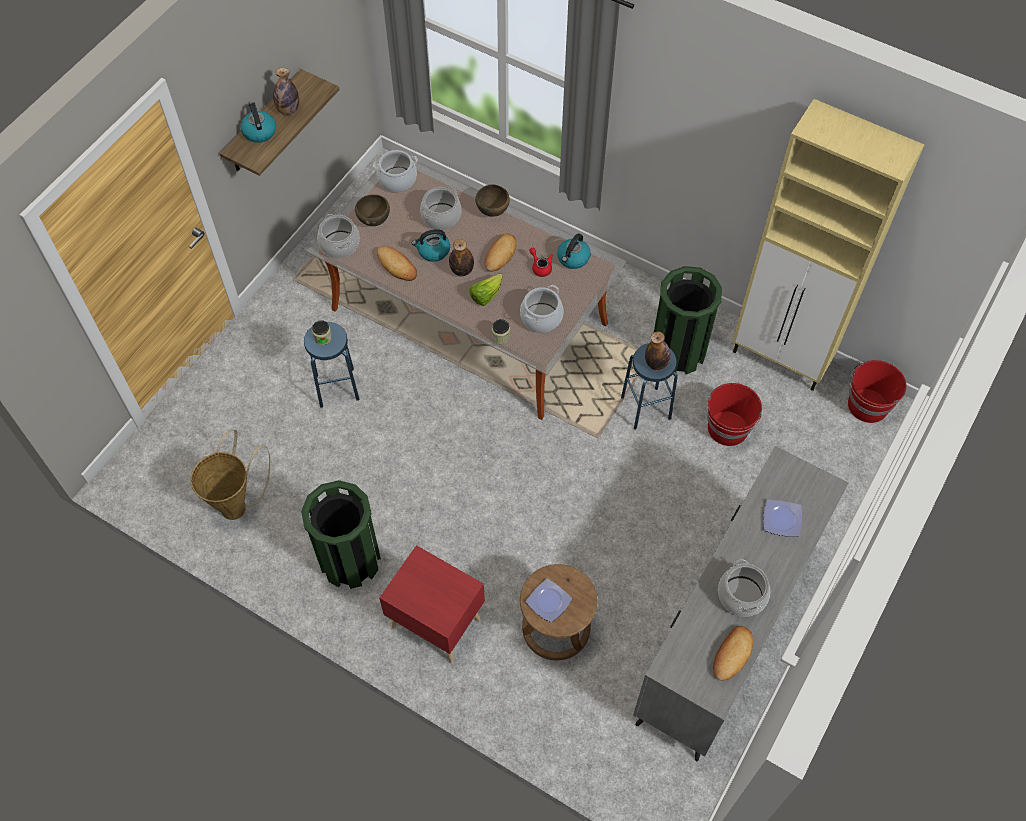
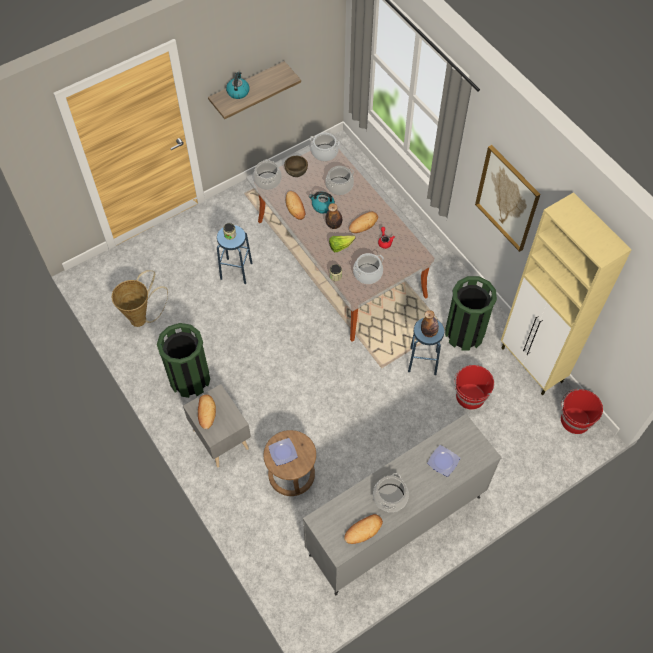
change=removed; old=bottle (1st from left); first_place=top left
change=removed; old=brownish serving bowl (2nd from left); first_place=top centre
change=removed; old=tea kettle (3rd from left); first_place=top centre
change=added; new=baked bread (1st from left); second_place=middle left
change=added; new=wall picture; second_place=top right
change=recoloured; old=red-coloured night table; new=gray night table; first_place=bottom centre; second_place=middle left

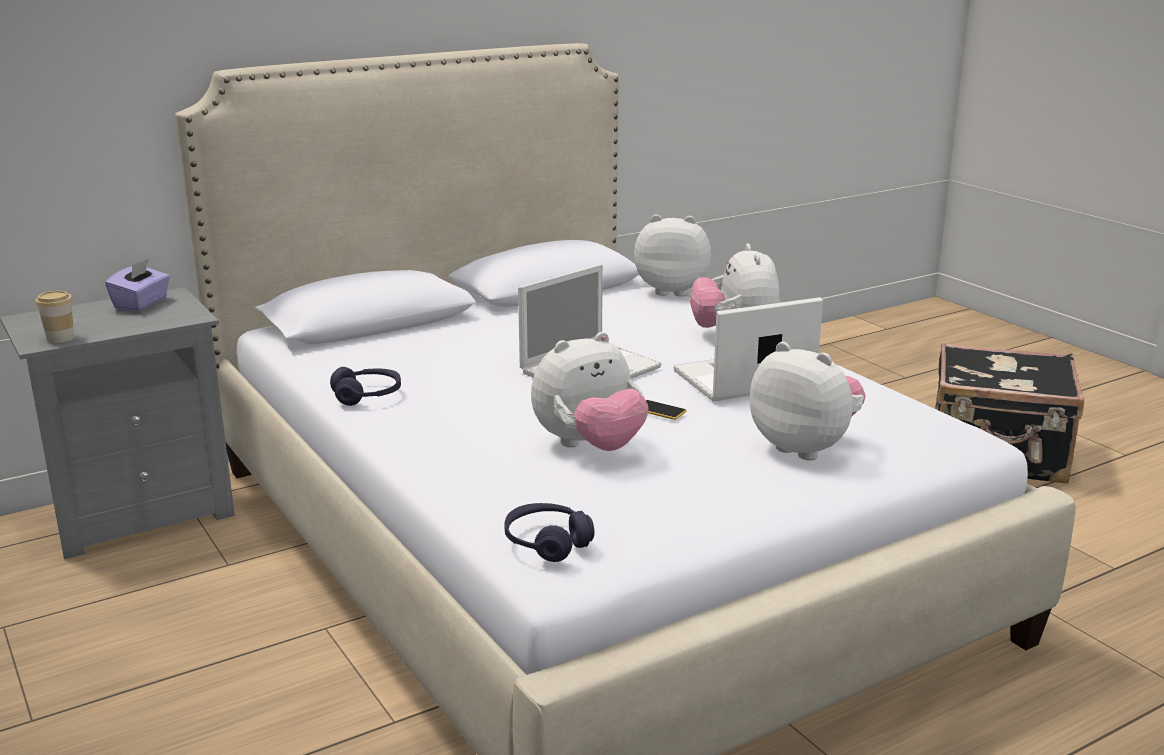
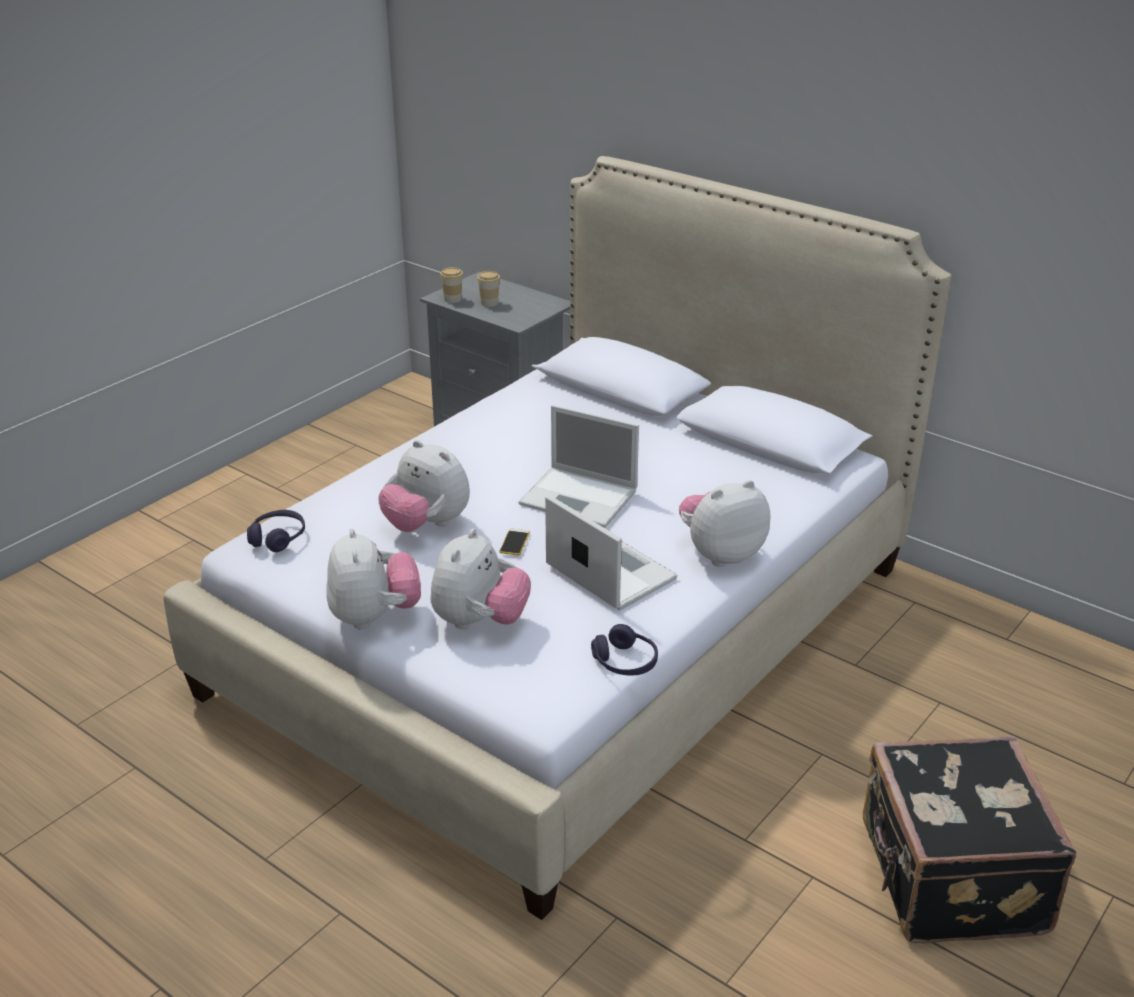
change=removed; old=purplish tissue holder; first_place=middle left
change=added; new=cup (2nd from left); second_place=top centre
change=moved; old=purplish headset (1st from left in the first image); new=purplish headset (2nd from left); first_place=middle left; second_place=centre
change=moved; old=soft toy (2nd from left in the first image); new=soft toy (1st from left); first_place=centre; second_place=middle left

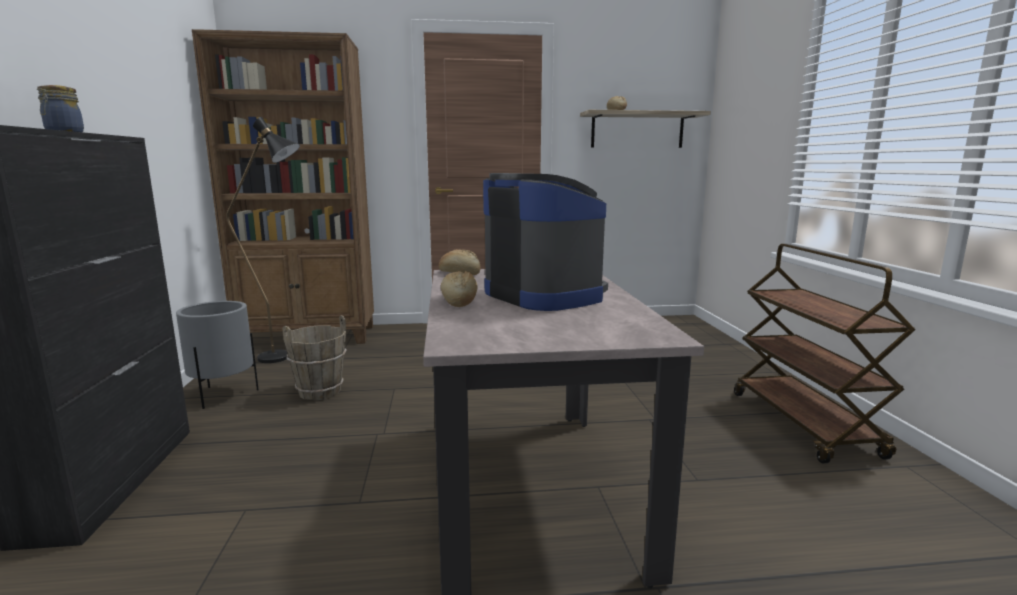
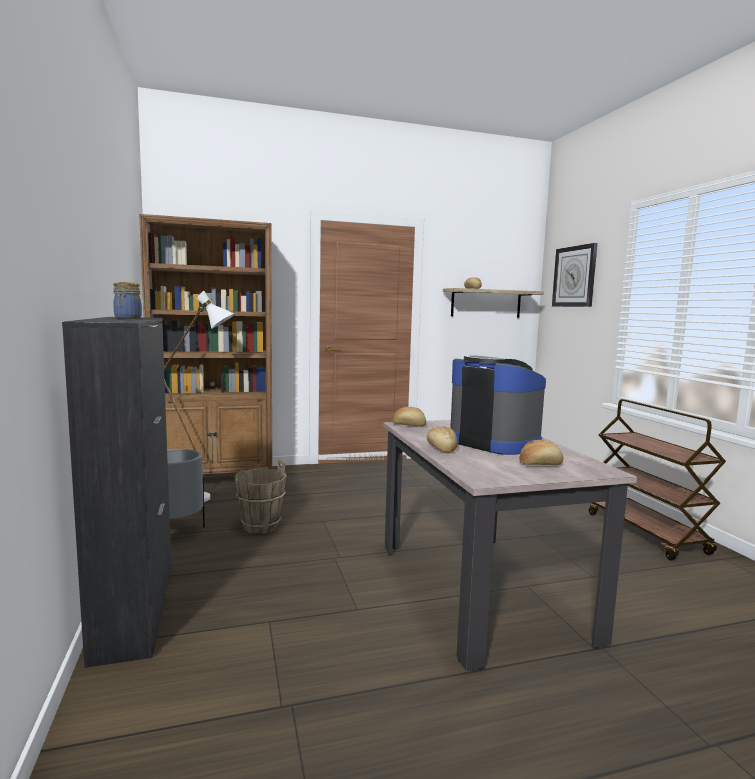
change=added; new=baked bread (4th from left); second_place=middle right
change=added; new=clock on the wall; second_place=middle right
change=recoloured; old=blackish standing lamp; new=whitish standing lamp; first_place=middle left; second_place=middle left

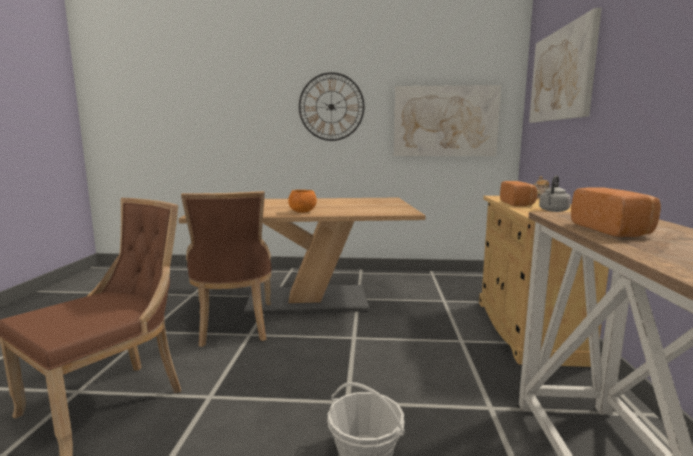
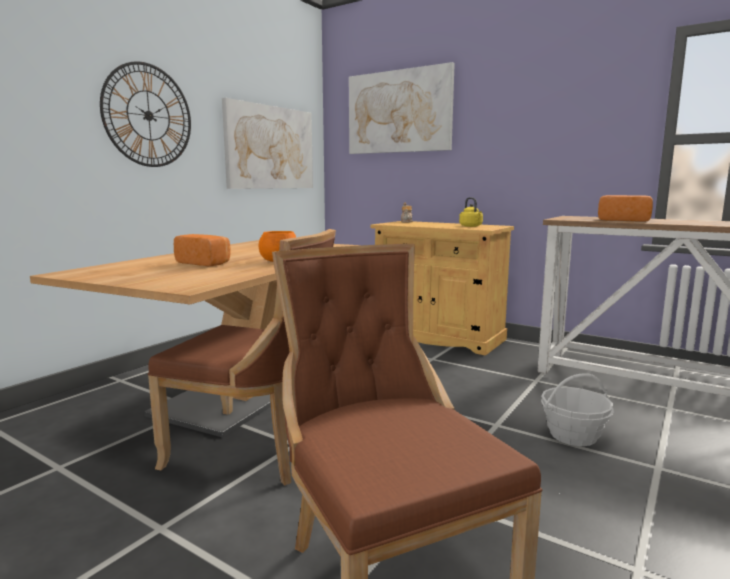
change=moved; old=baked bread (1st from left); first_place=middle right; second_place=middle left
change=recoloured; old=gray tea kettle; new=yellowish tea kettle; first_place=middle right; second_place=centre

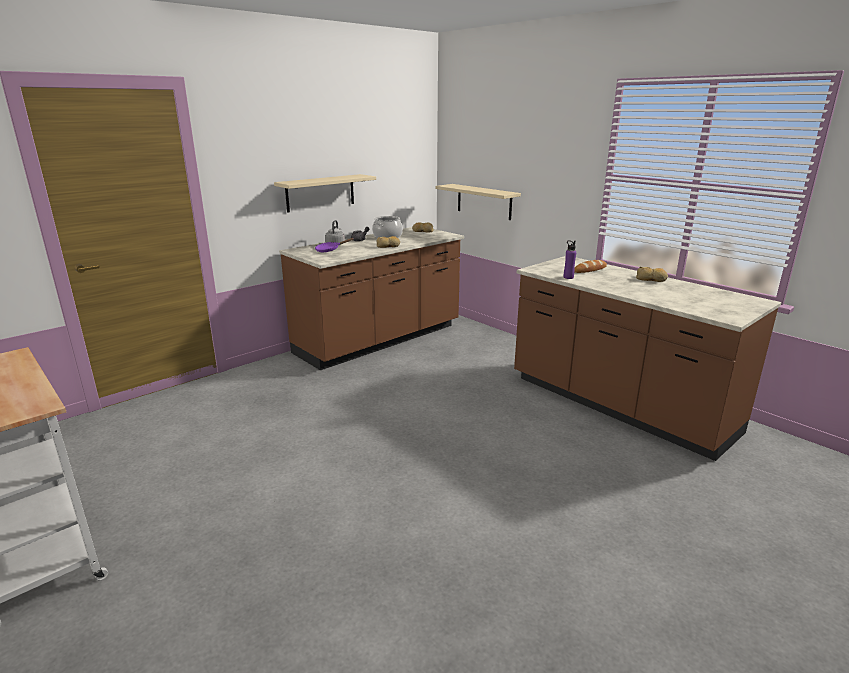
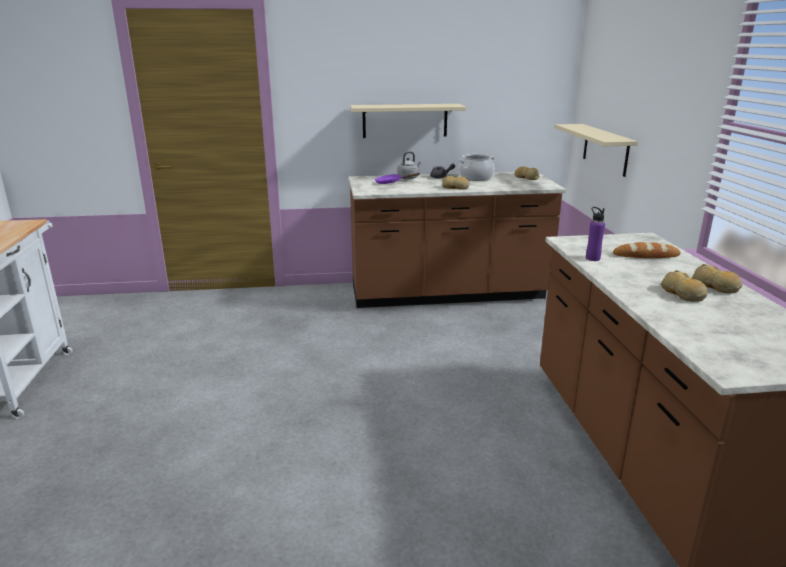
change=added; new=baked bread (4th from left); second_place=middle right

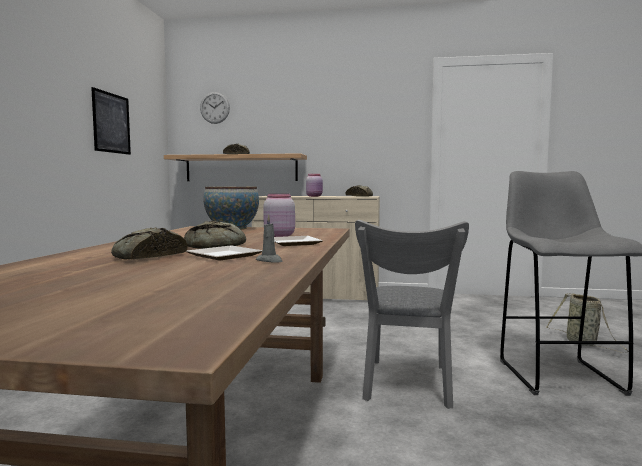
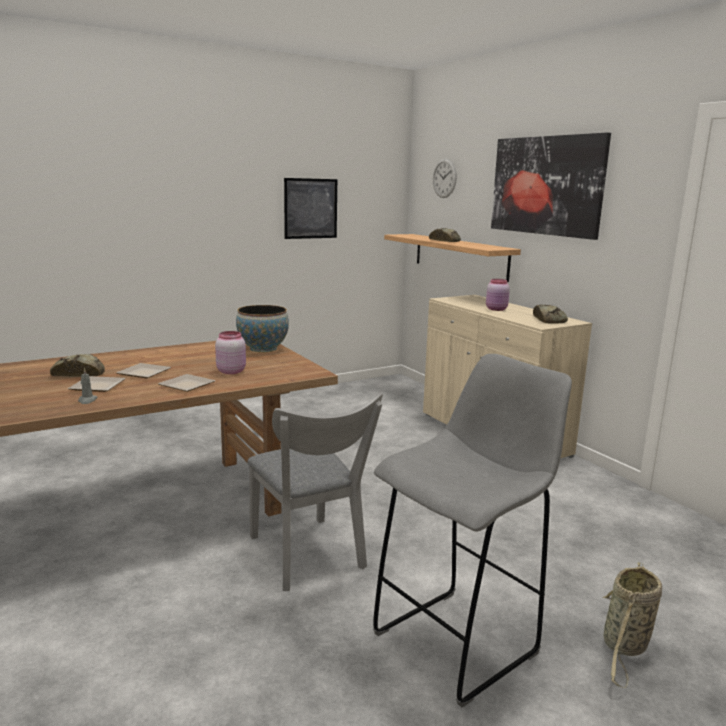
change=added; new=wall picture (2nd from left); second_place=top right
change=replaced; old=baked bread (2nd from left); new=dinner plate (2nd from left); first_place=centre; second_place=middle left
change=turned; old=gray upright chair; first_place=bottom centre; second_place=bottom centre; degrees=-90

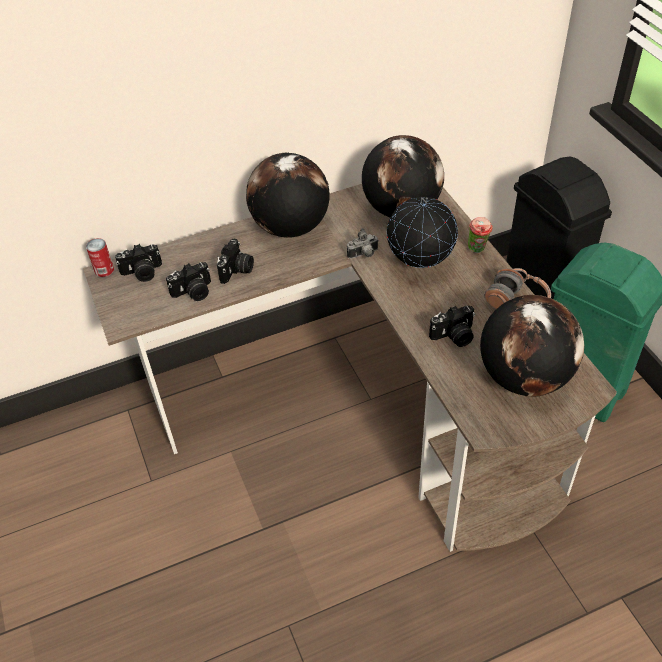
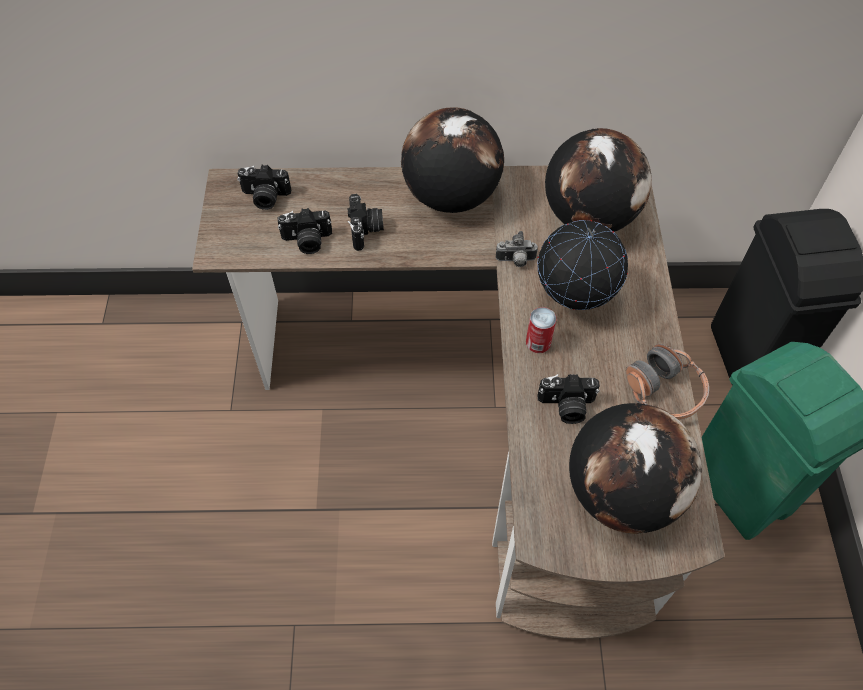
change=removed; old=cup; first_place=middle right
change=moved; old=can; first_place=middle left; second_place=centre
change=turned; old=photo camera (3rd from left); first_place=centre; second_place=top centre; degrees=-45

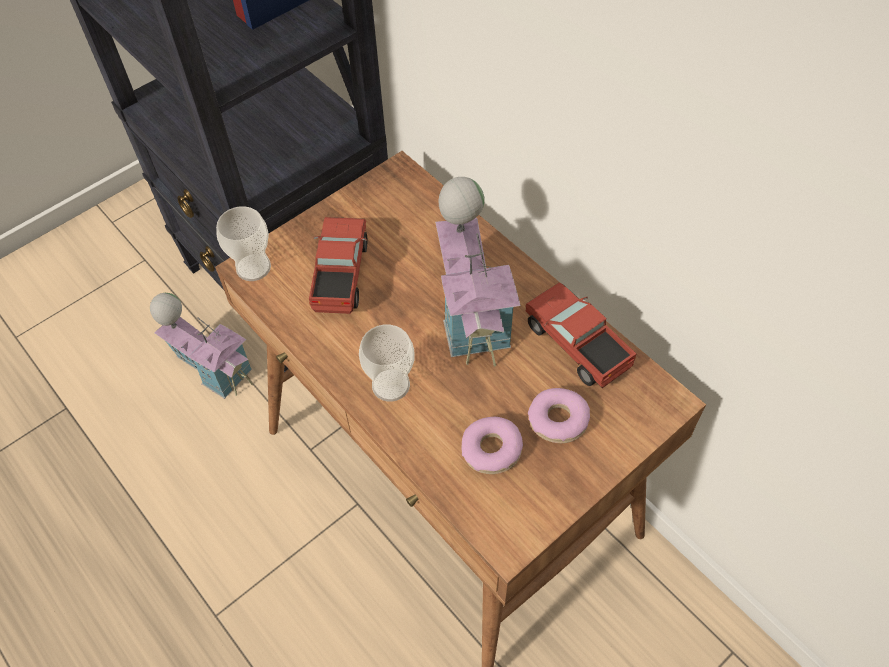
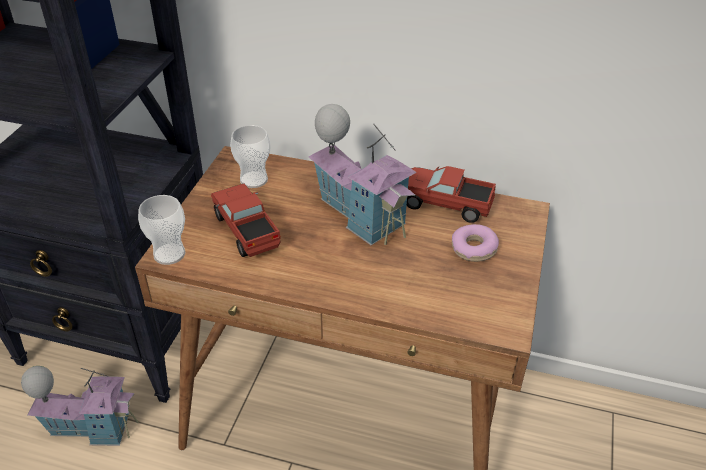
change=removed; old=ring doughnut (1st from left); first_place=bottom centre
change=moved; old=cup (2nd from left); first_place=centre; second_place=top centre

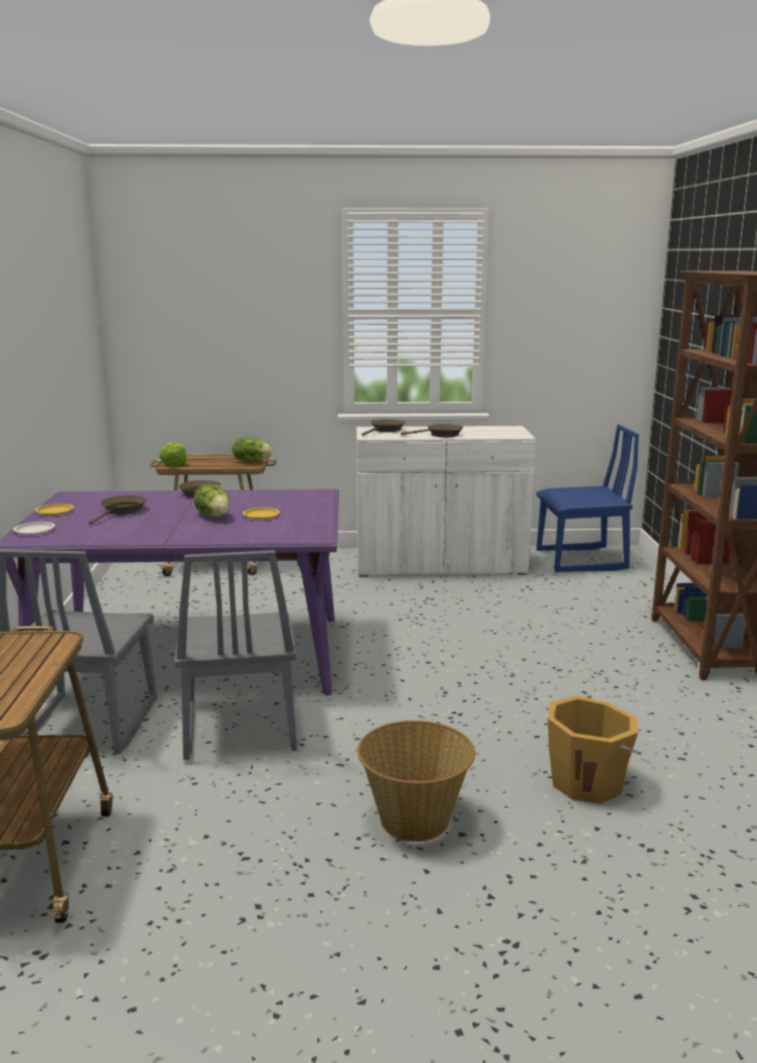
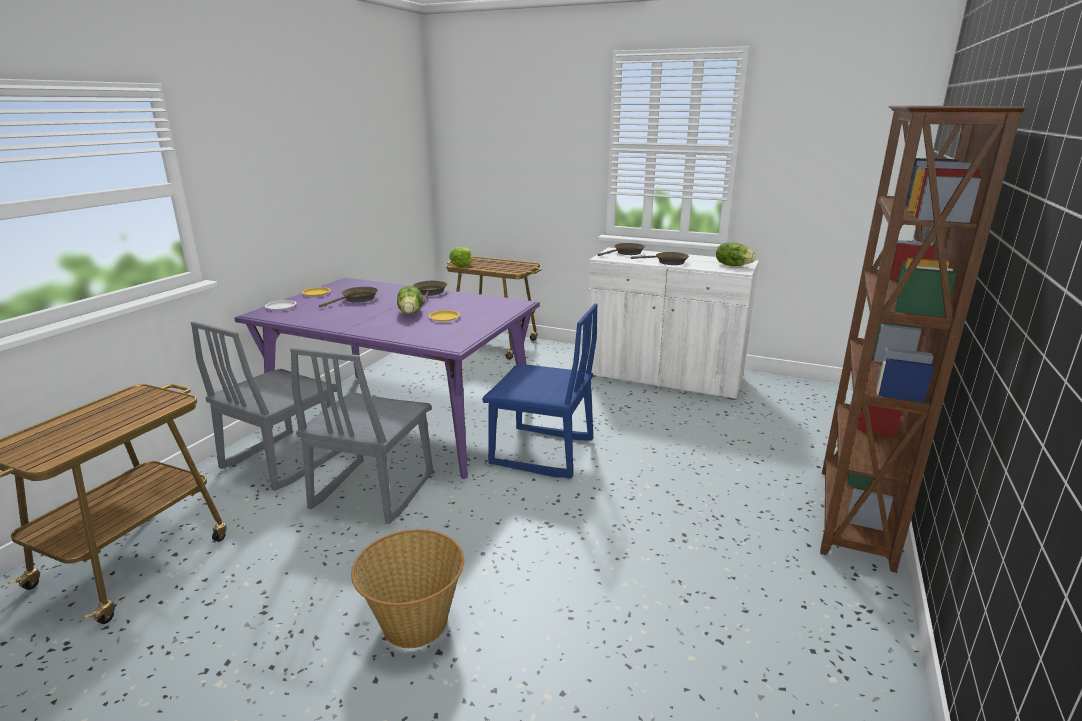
change=removed; old=orange-coloured bucket; first_place=bottom right
change=moved; old=lettuce head (3rd from left); first_place=middle left; second_place=middle right
change=moved; old=bluish upright chair; first_place=middle right; second_place=centre

